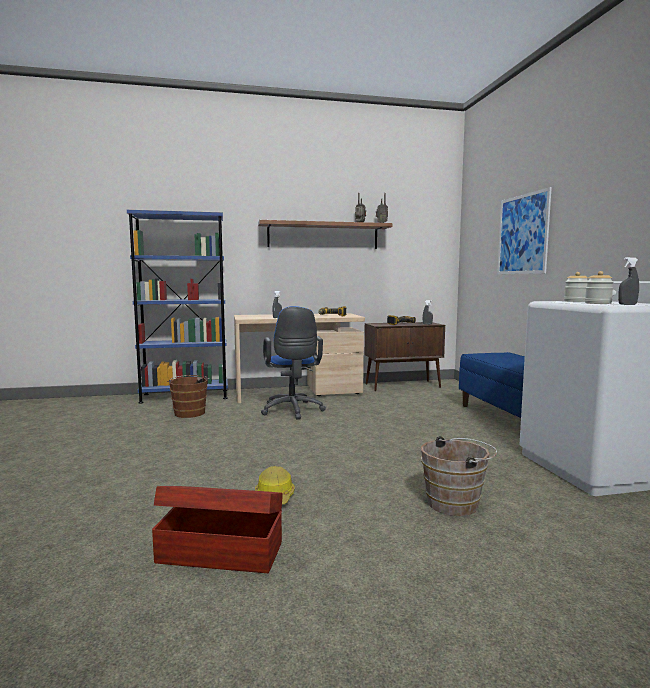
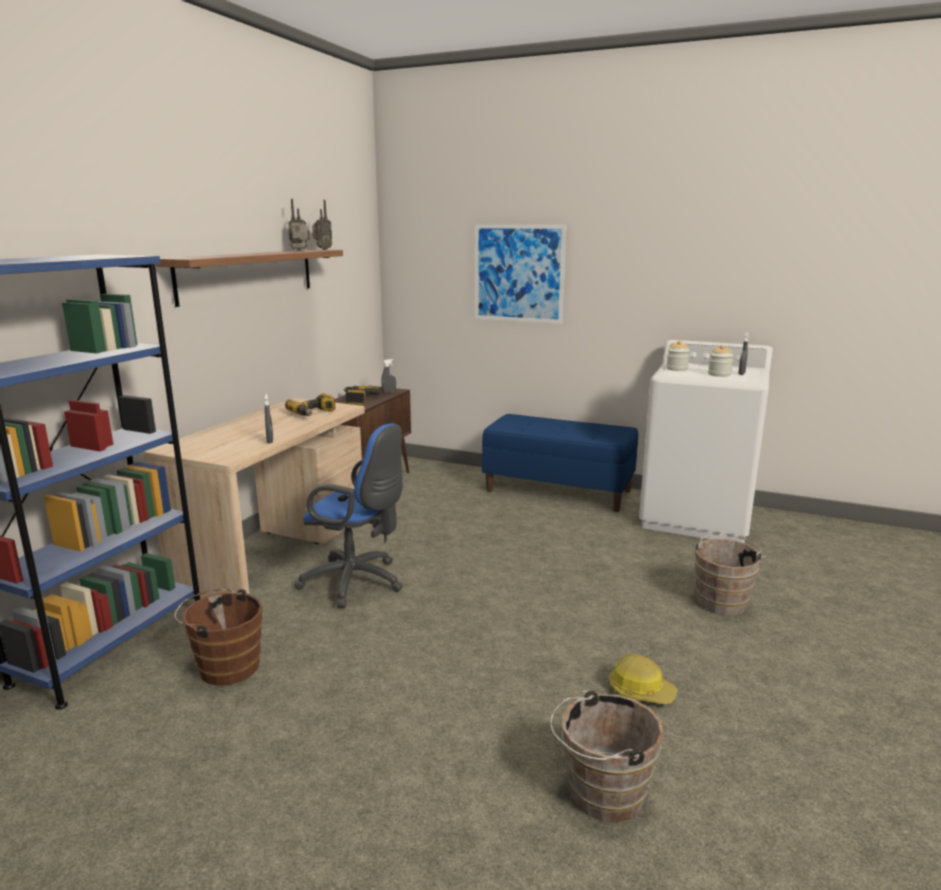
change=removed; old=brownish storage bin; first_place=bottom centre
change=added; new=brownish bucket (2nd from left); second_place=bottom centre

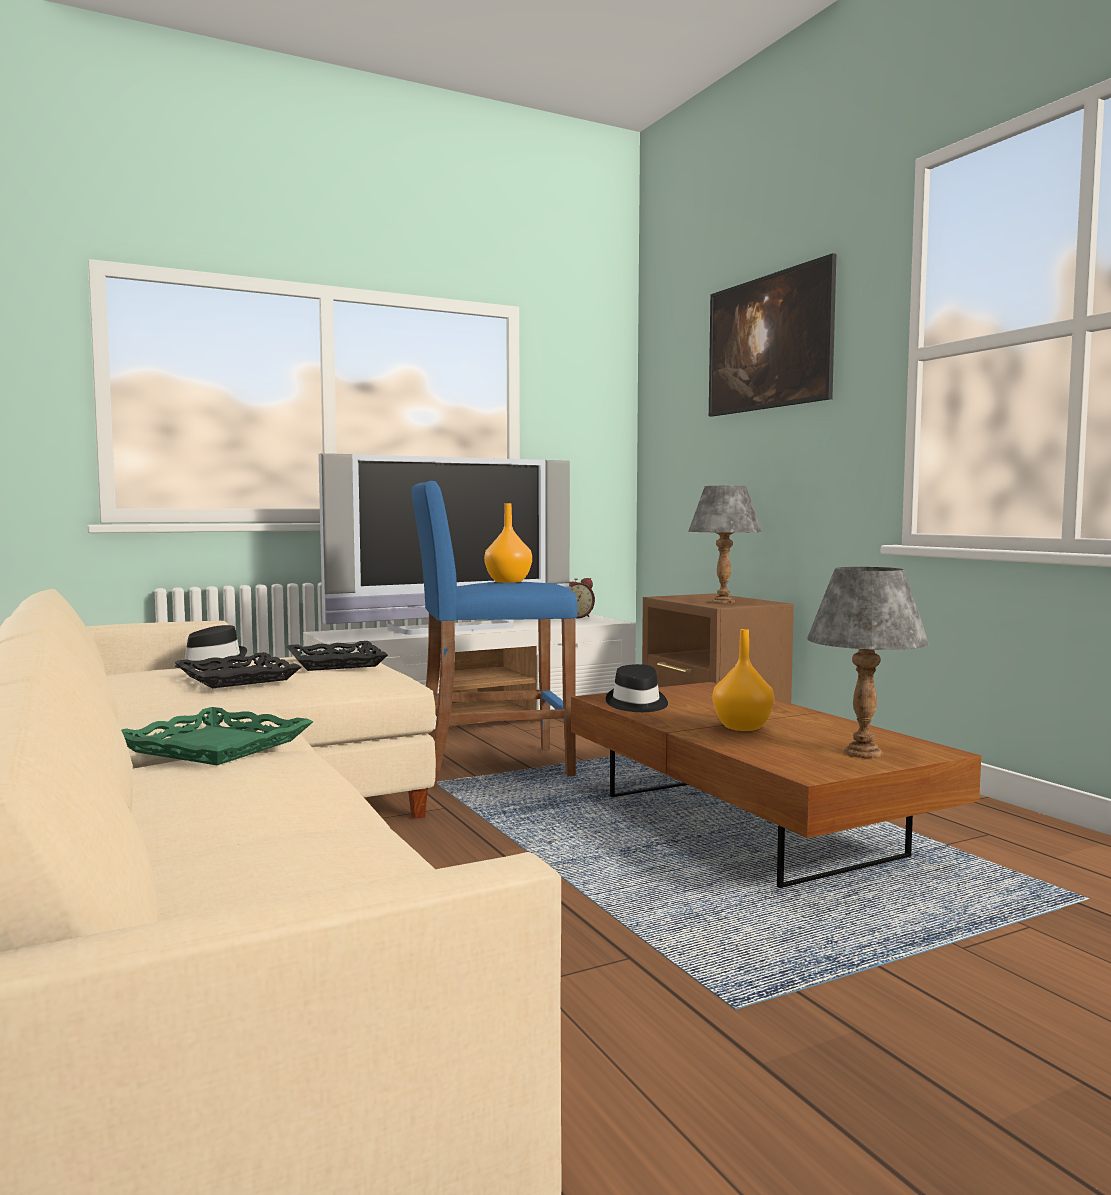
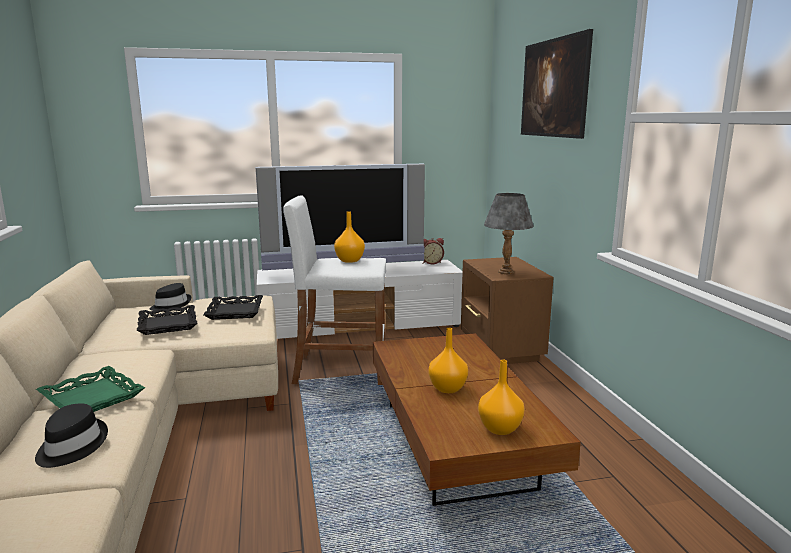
change=moved; old=blackish clothing hat (2nd from left in the first image); new=blackish clothing hat (1st from left); first_place=centre; second_place=bottom left
change=replaced; old=gray lamp for a table (2nd from left); new=orange-coloured vase (3rd from left); first_place=middle right; second_place=bottom centre
change=recoloured; old=bluish stool; new=whitish stool; first_place=centre; second_place=centre

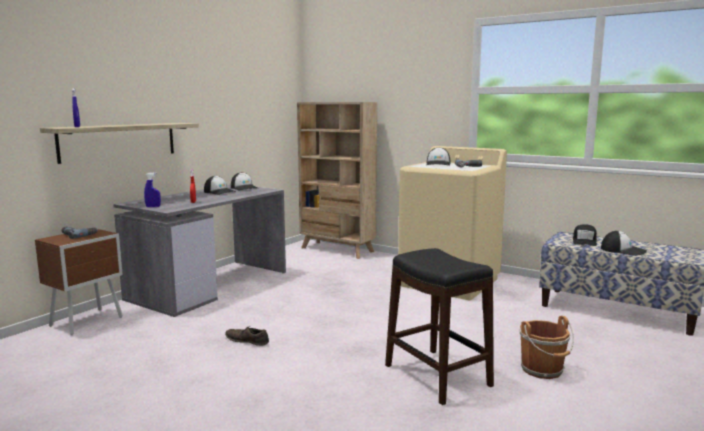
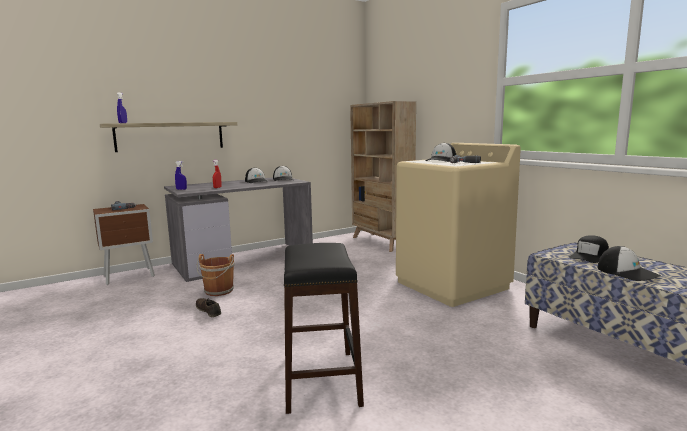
change=moved; old=brownish bucket; first_place=bottom right; second_place=middle left

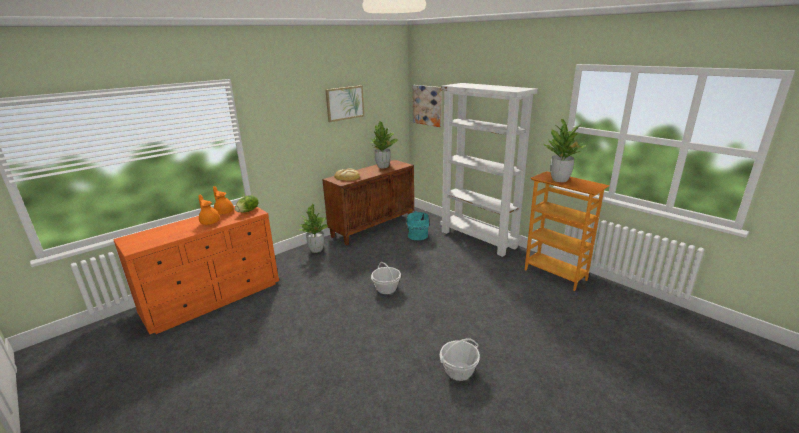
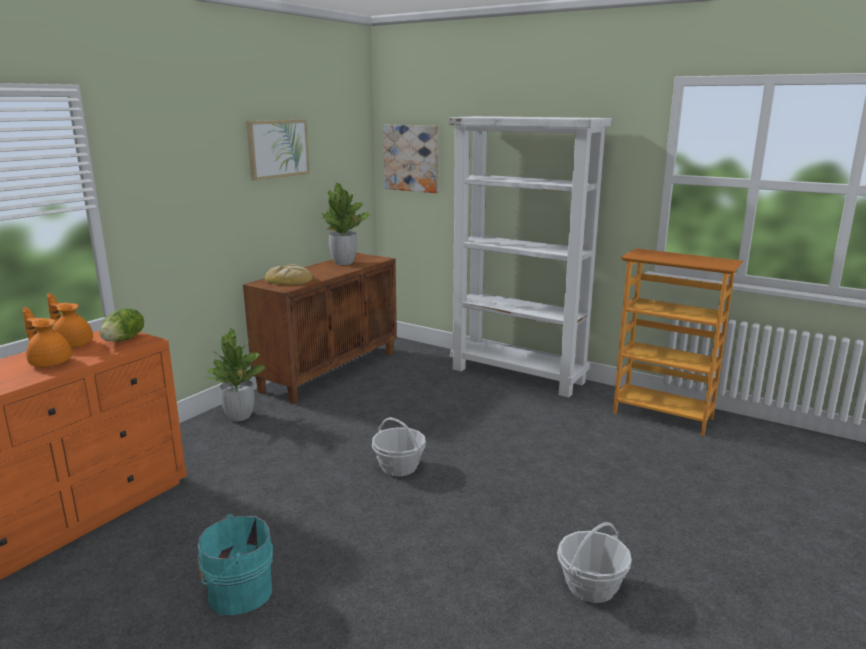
change=removed; old=potted plant (3rd from left); first_place=middle right
change=moved; old=blue-green bucket; first_place=centre; second_place=bottom left

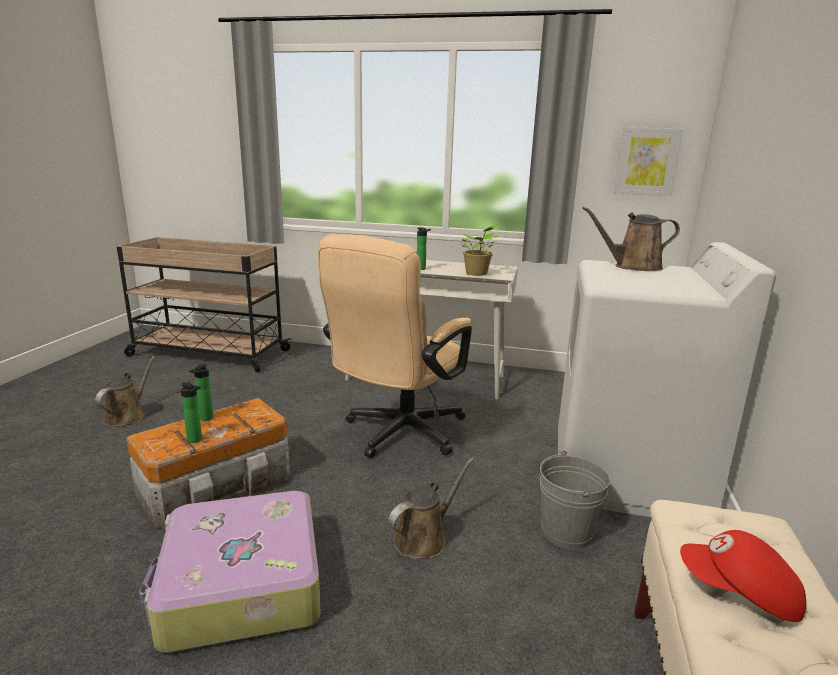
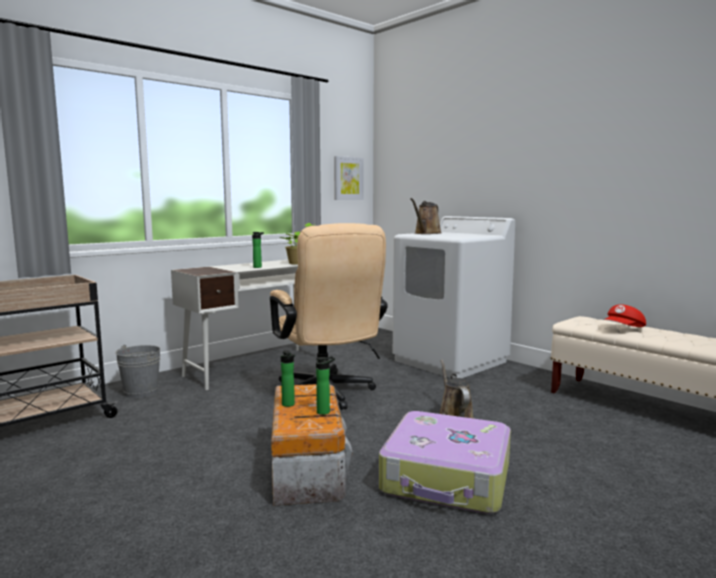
change=removed; old=brownish watering pot (1st from left); first_place=middle left
change=moved; old=gray bucket; first_place=bottom right; second_place=middle left

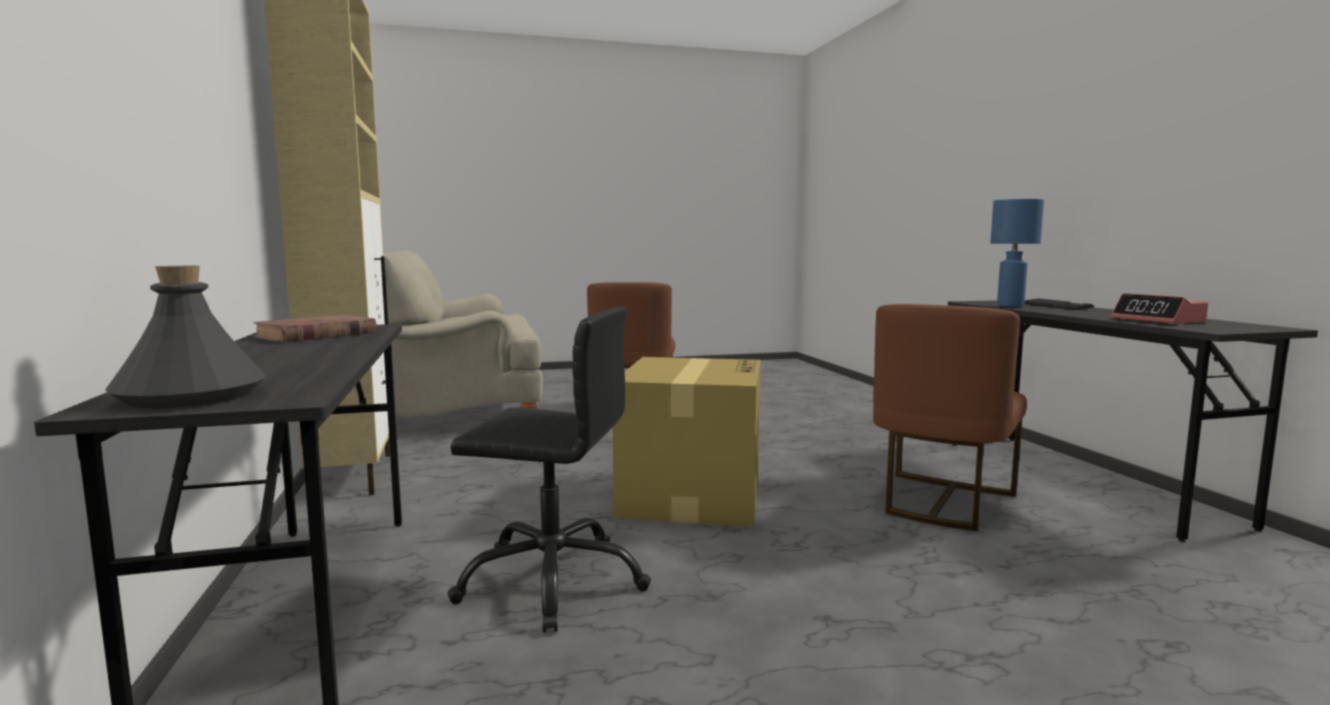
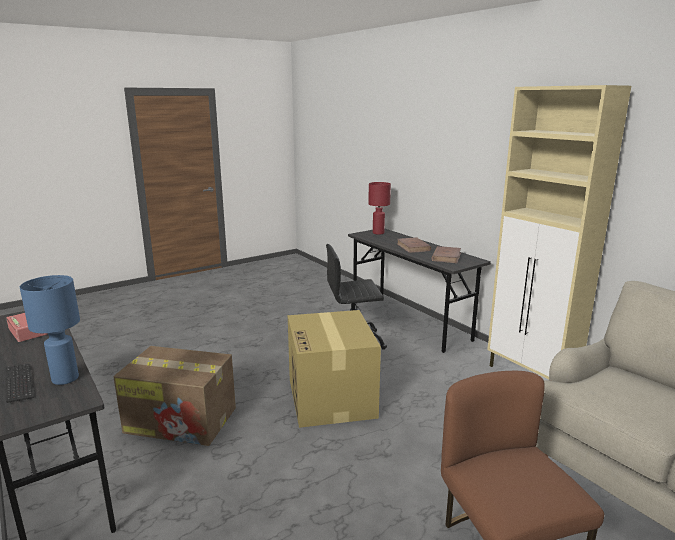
change=added; new=brownish volume (1st from left); second_place=centre
change=replaced; old=gray bottle; new=red-coloured lamp for a table; first_place=middle left; second_place=centre
change=replaced; old=brownish upright chair (2nd from left); new=carton (1st from left); first_place=middle right; second_place=bottom left

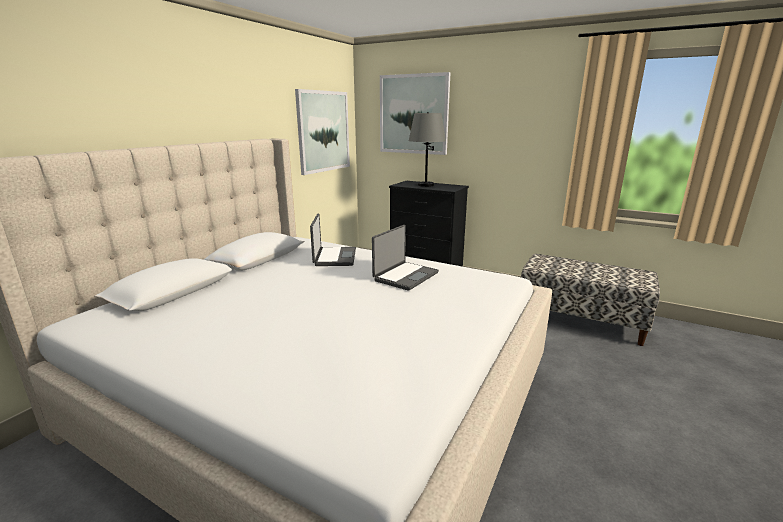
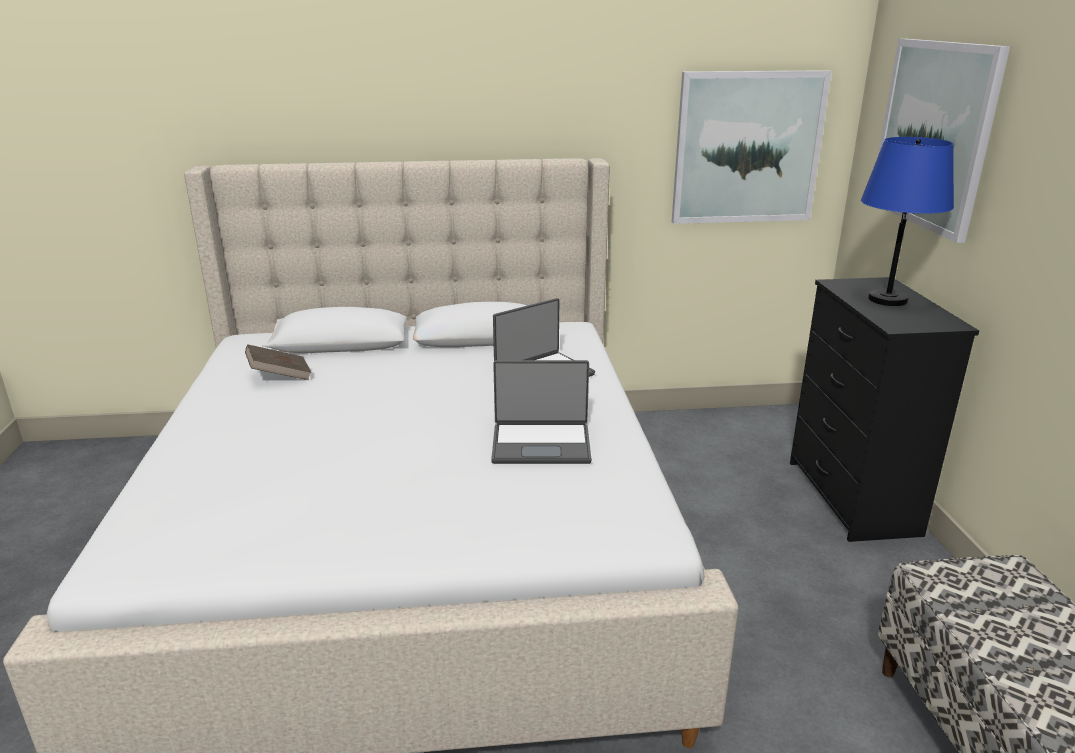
change=added; new=brownish volume; second_place=middle left
change=recoloured; old=gray lamp for a table; new=bluish lamp for a table; first_place=top centre; second_place=top right

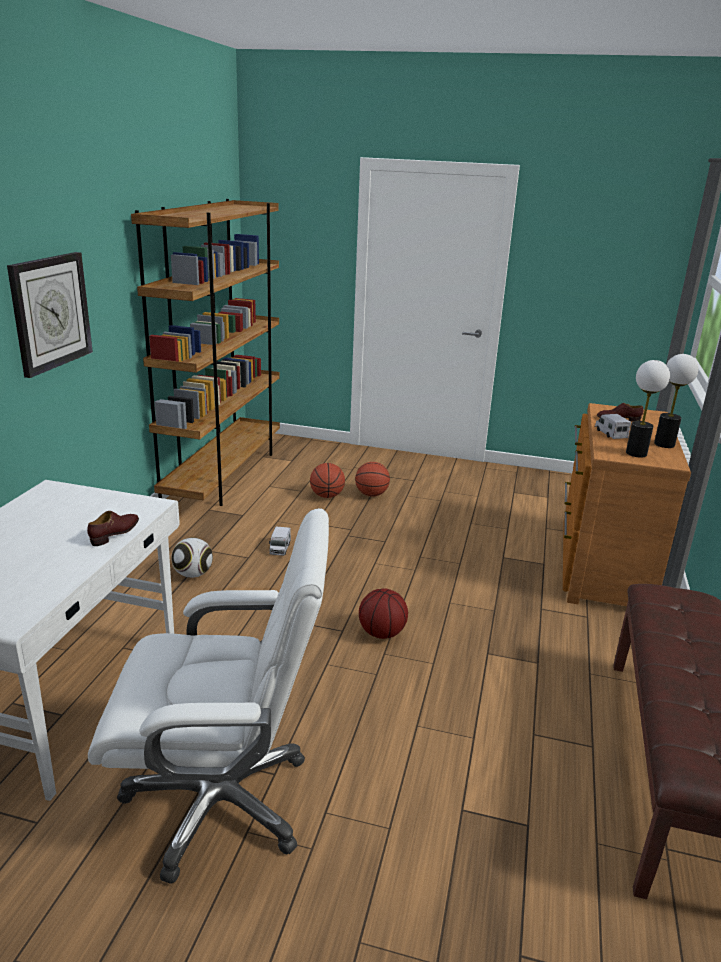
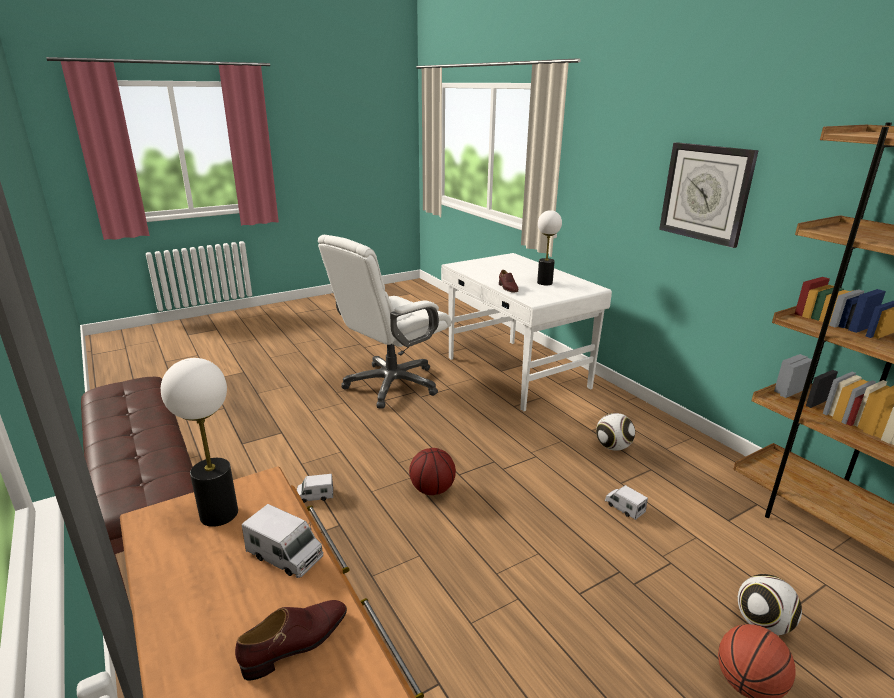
change=added; new=toy lorry (2nd from left); second_place=bottom centre
change=moved; old=lamp for a table (2nd from left); first_place=middle right; second_place=centre
change=replaced; old=basketball ball (1st from left); new=ball for football (2nd from left); first_place=centre; second_place=bottom right

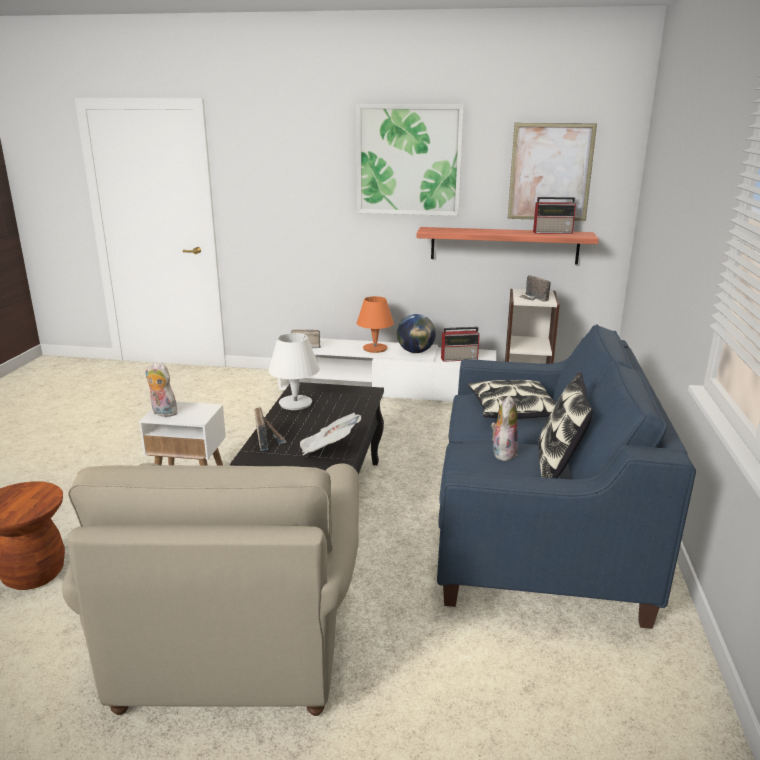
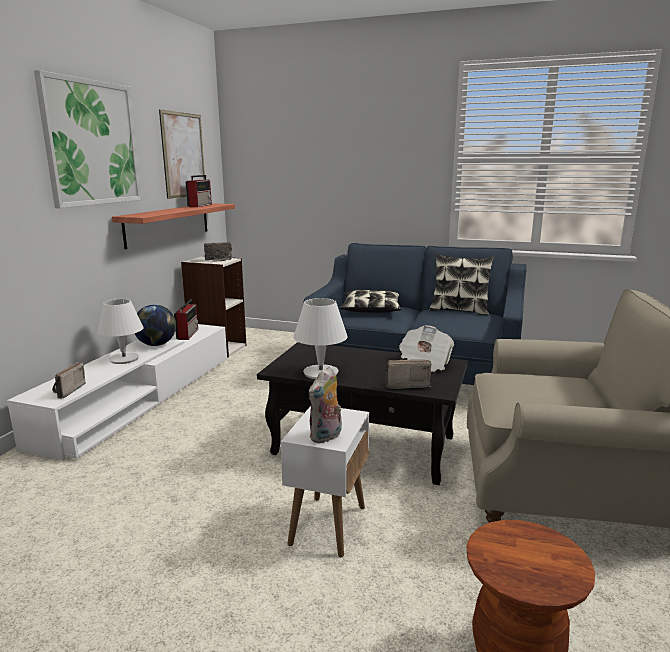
change=removed; old=soft toy (2nd from left); first_place=centre
change=recoloured; old=orange-coloured lamp for a table; new=whitish lamp for a table (1st from left); first_place=centre; second_place=middle left

